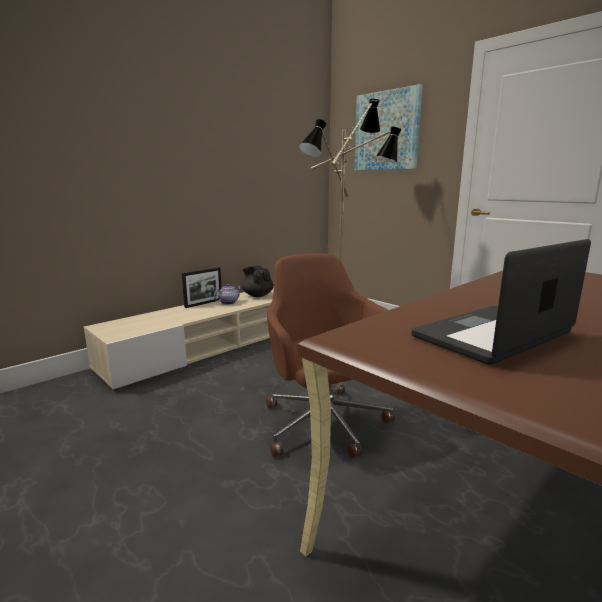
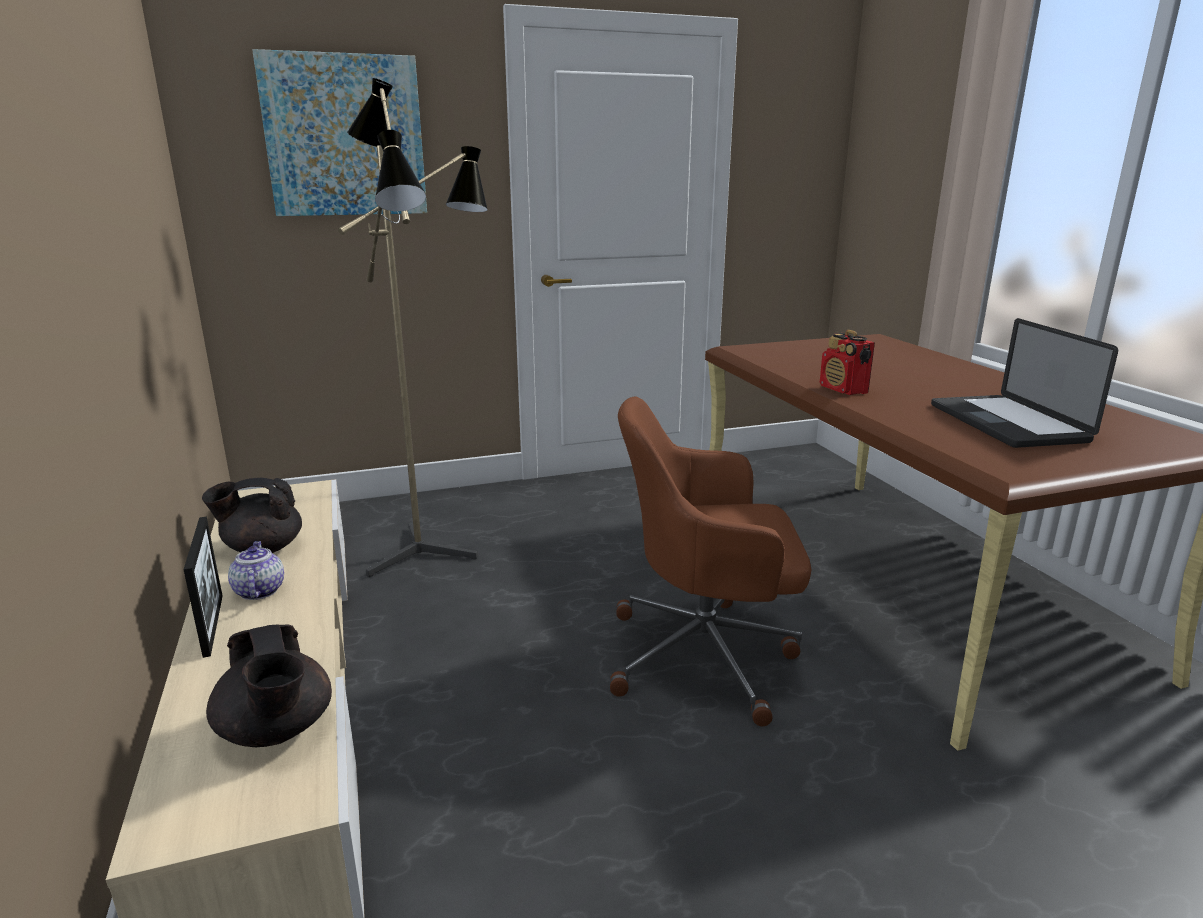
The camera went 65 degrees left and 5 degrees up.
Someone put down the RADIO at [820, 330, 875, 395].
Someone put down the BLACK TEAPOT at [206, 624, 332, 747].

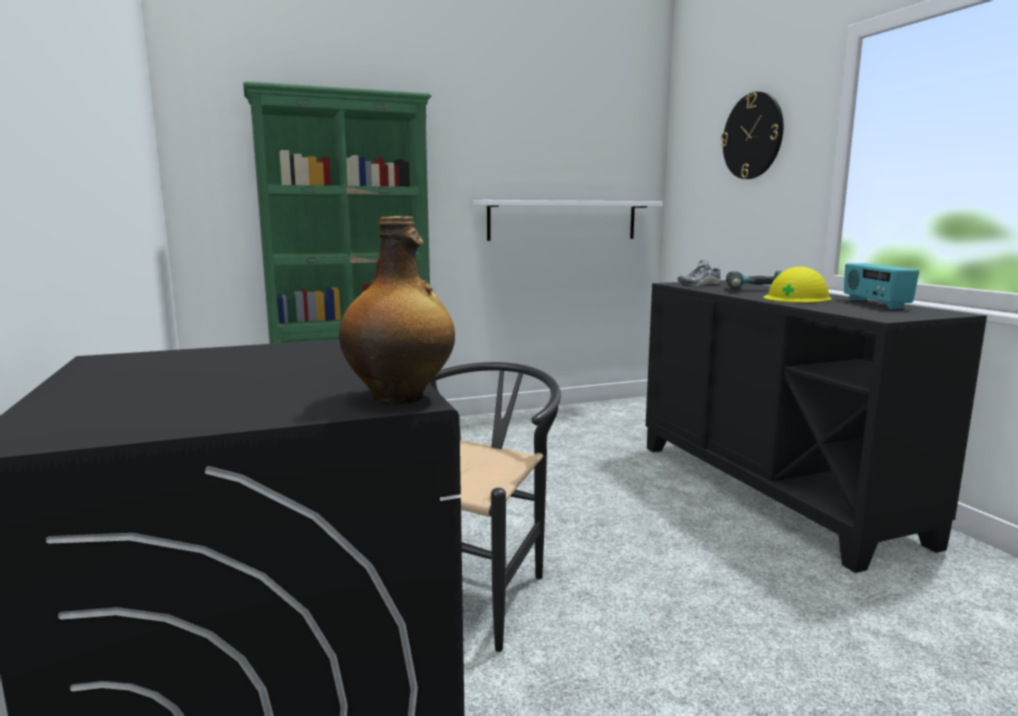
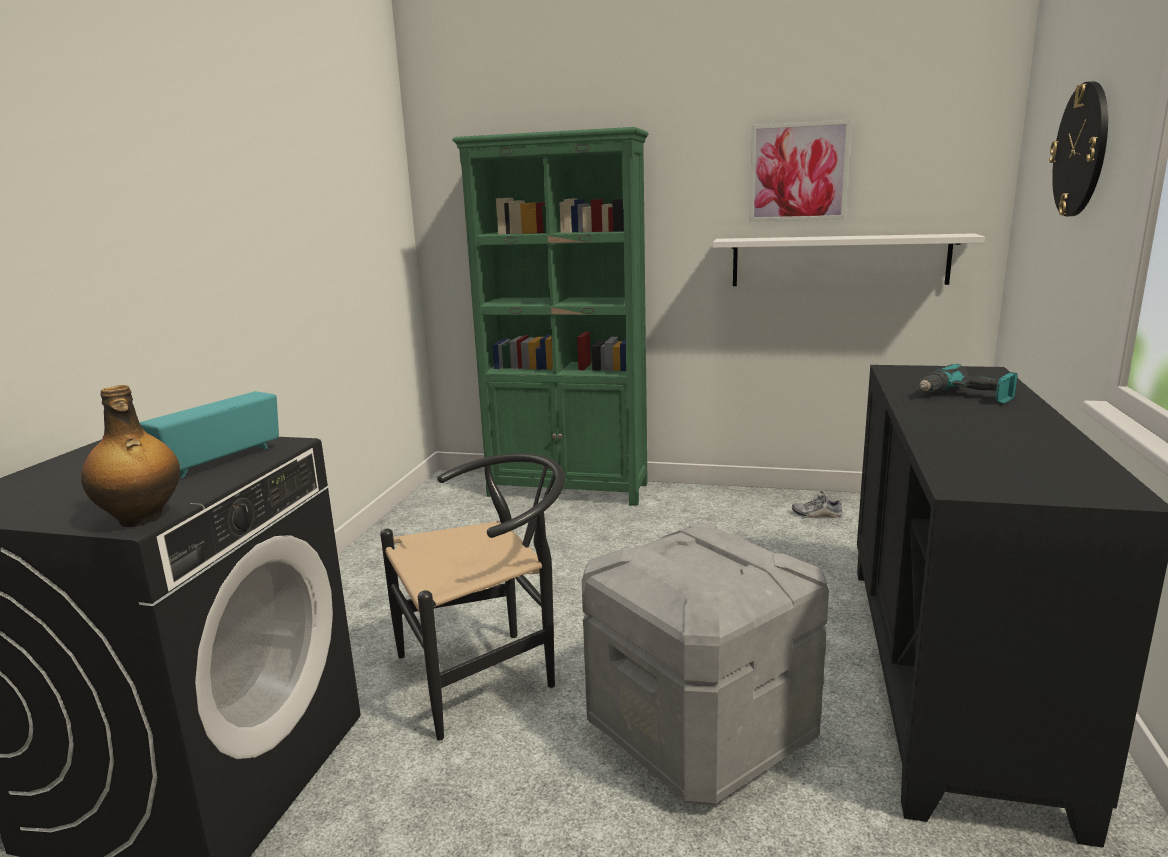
The camera went 35 degrees right and 5 degrees up.
Someone carried the SHOE from [677, 260, 721, 286] to [792, 491, 843, 518].
Someone carried the RADIO from [844, 263, 919, 309] to [139, 391, 279, 479].
Someone took away the YELLOW HARD HAT at [763, 267, 832, 303].
Someone put up the PICTURE at [749, 120, 851, 222].
Someone put down the GREY STORAGE BOX at [582, 523, 829, 805].

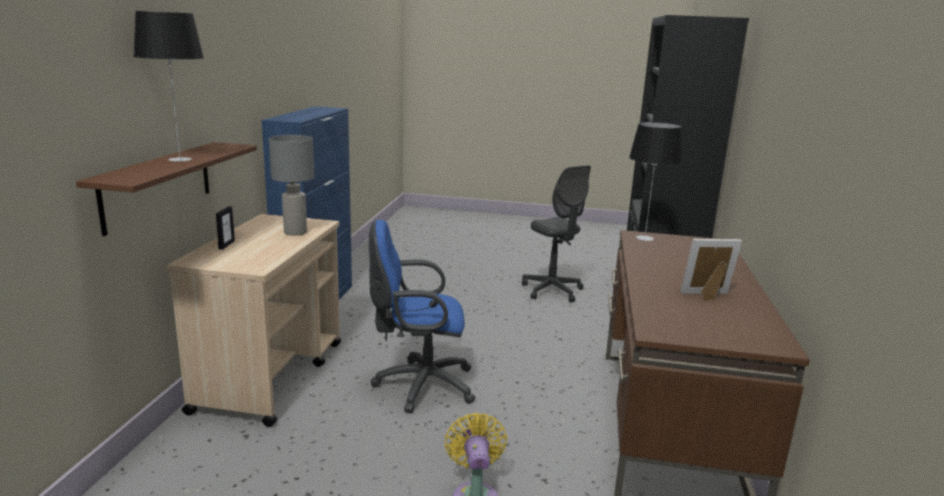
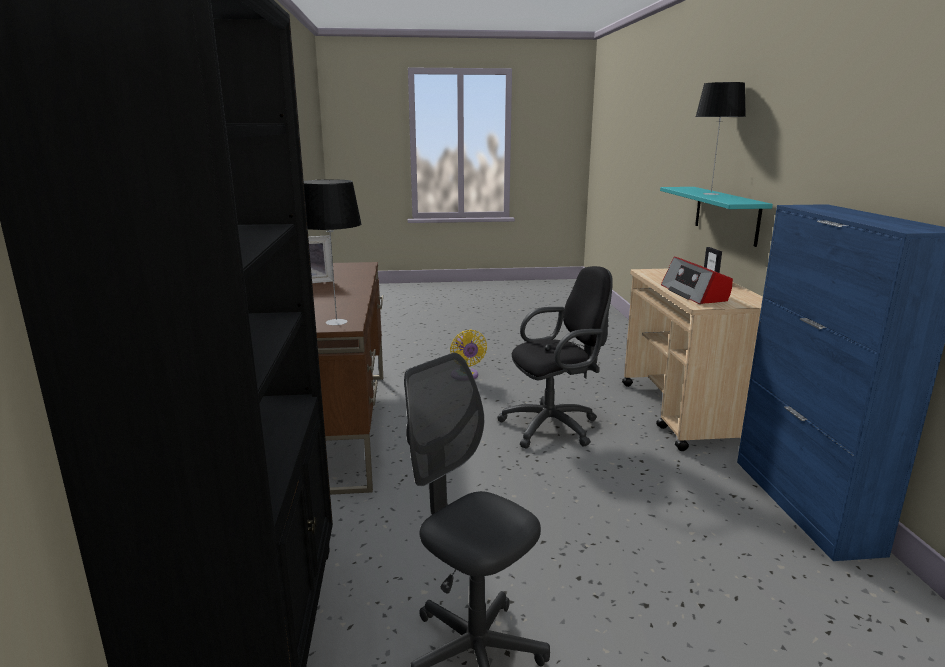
The camera went 165 degrees right and 0 degrees up.
Someone swapped the GREY TABLE LAMP at [269, 135, 314, 236] for the RADIO at [661, 257, 733, 304].
Someone repainted the BROWN SHELF at [76, 142, 257, 236], which became the TURQUOISE SHELF at [660, 187, 773, 247].
Someone repainted the BLUE OFFICE CHAIR at [369, 220, 475, 413], which became the BLACK OFFICE CHAIR at [497, 266, 613, 449].

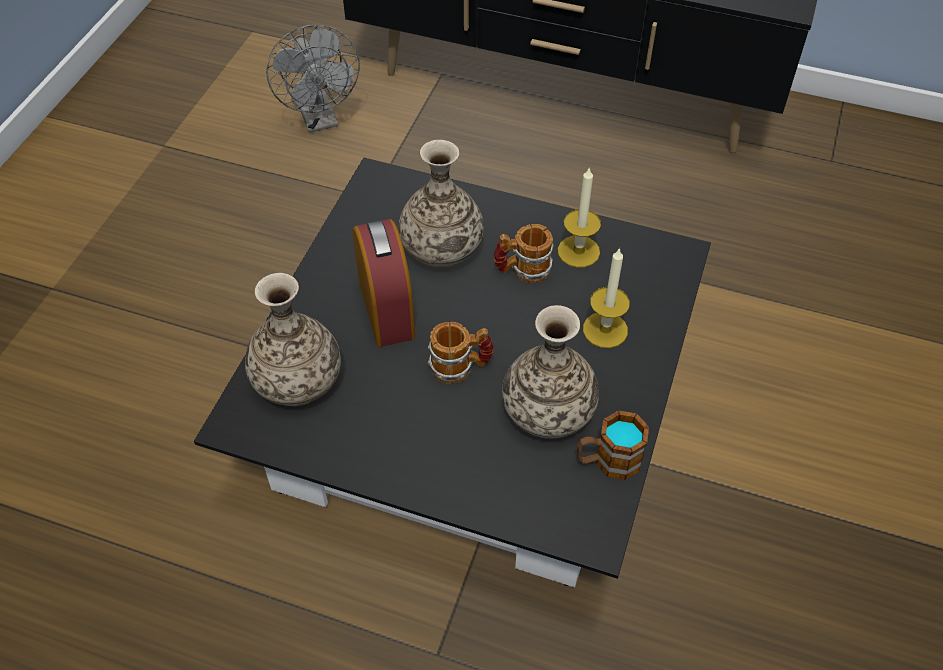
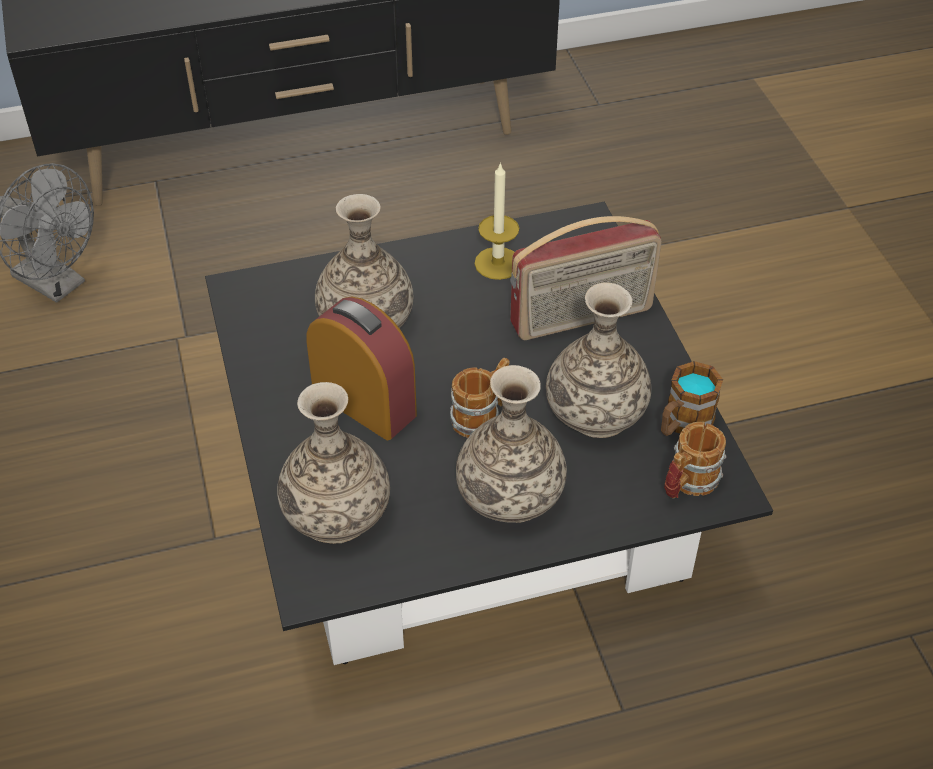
The camera went 35 degrees left and 5 degrees down.
Someone carried the MUG from [494, 224, 554, 283] to [664, 422, 726, 498].
Someone swapped the CANDLE at [583, 247, 630, 348] for the RADIO at [510, 216, 662, 340].
Someone put down the VASE at [456, 365, 567, 523].

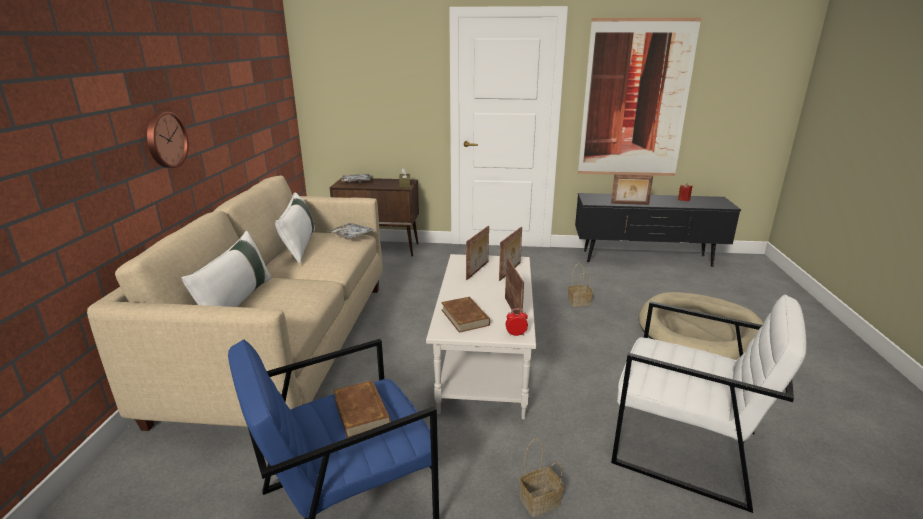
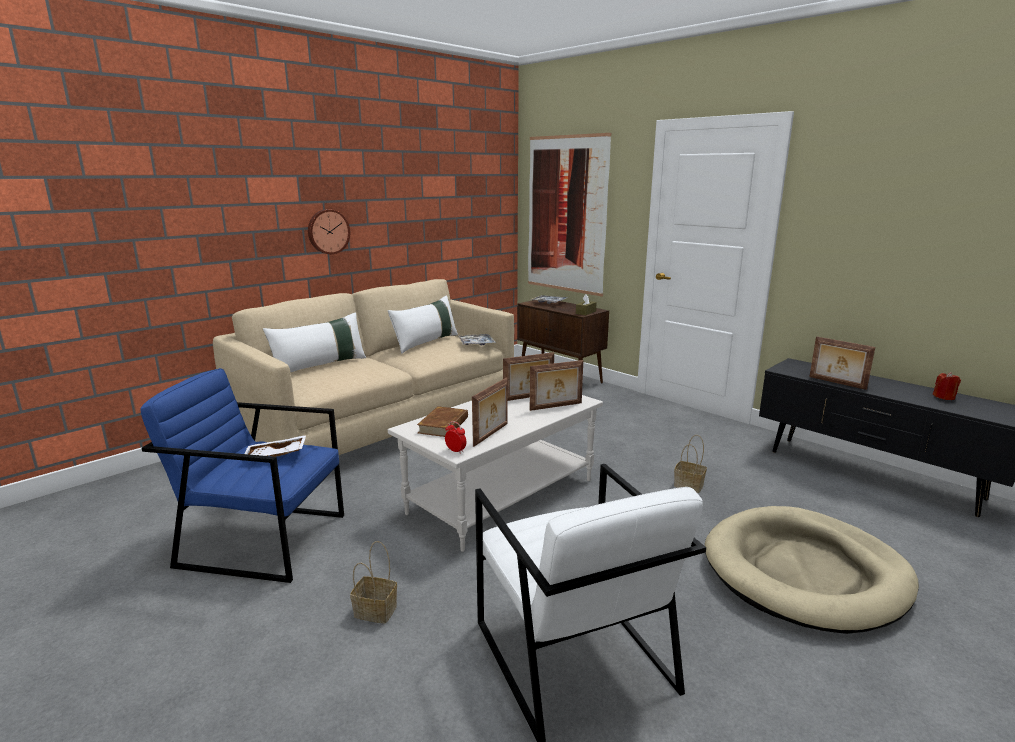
The camera went 40 degrees right and 5 degrees down.
Someone carried the PICTURE from [578, 18, 701, 176] to [528, 133, 611, 297].
Someone swapped the BROWN BOOK at [333, 380, 391, 438] for the WHITE TRAY at [244, 435, 307, 457].

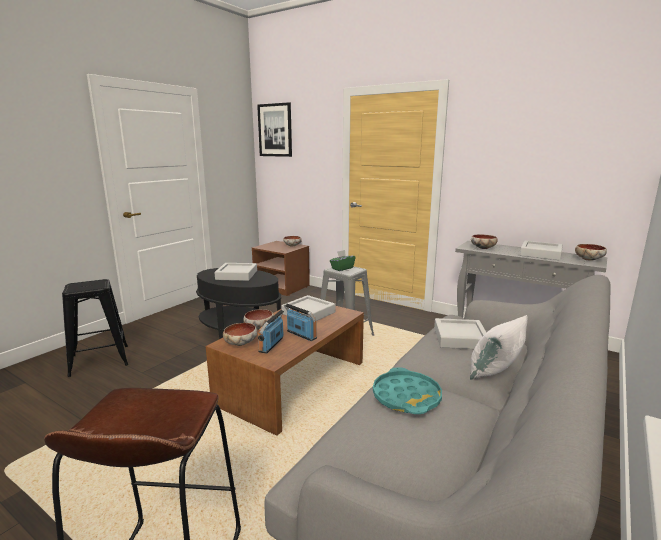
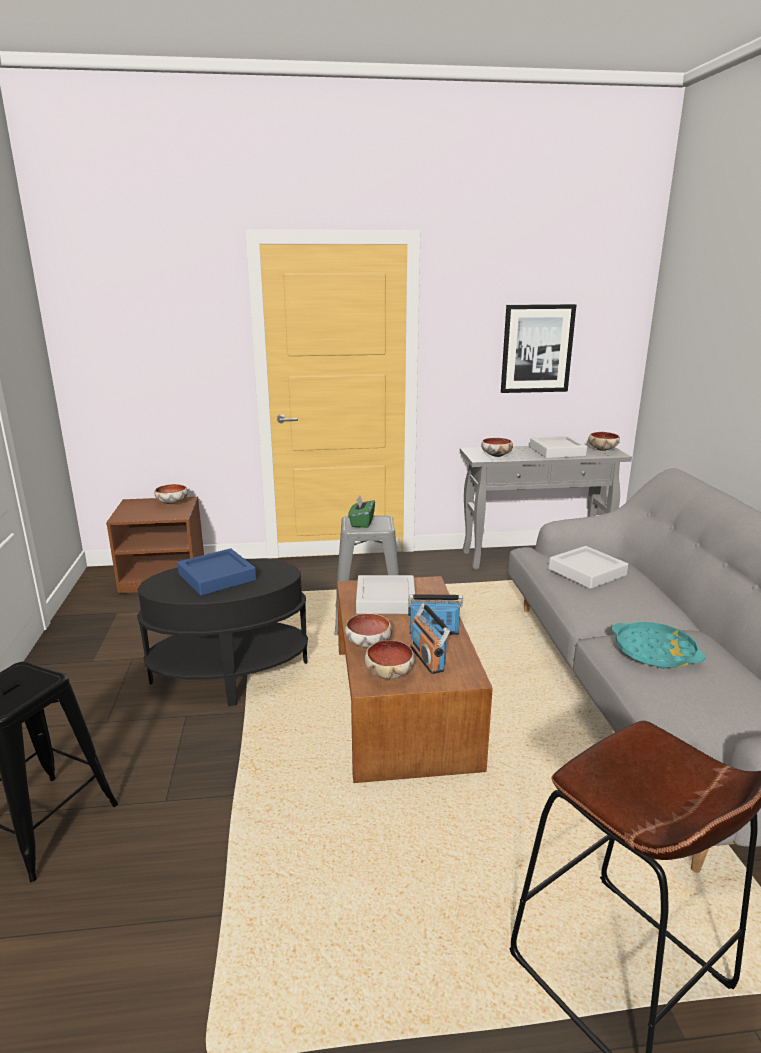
The camera went 40 degrees left and 5 degrees up.
Someone carried the PICTURE from [257, 102, 292, 157] to [501, 304, 576, 393].
Someone repainted the GREY TRAY at [214, 263, 257, 281], which became the BLUE TRAY at [177, 548, 256, 596].
Someone took away the WHITE PILLOW at [470, 315, 528, 380].

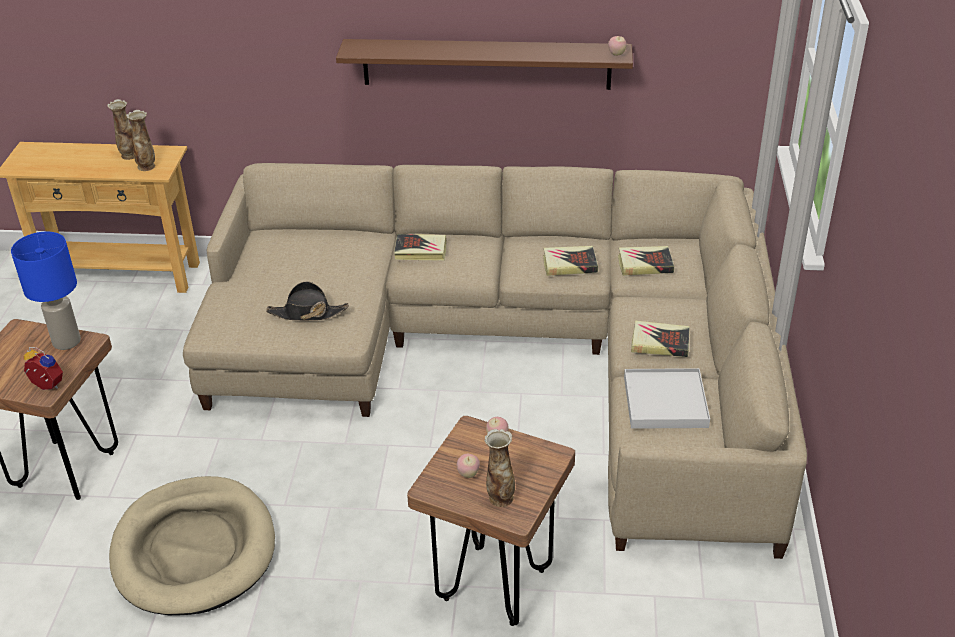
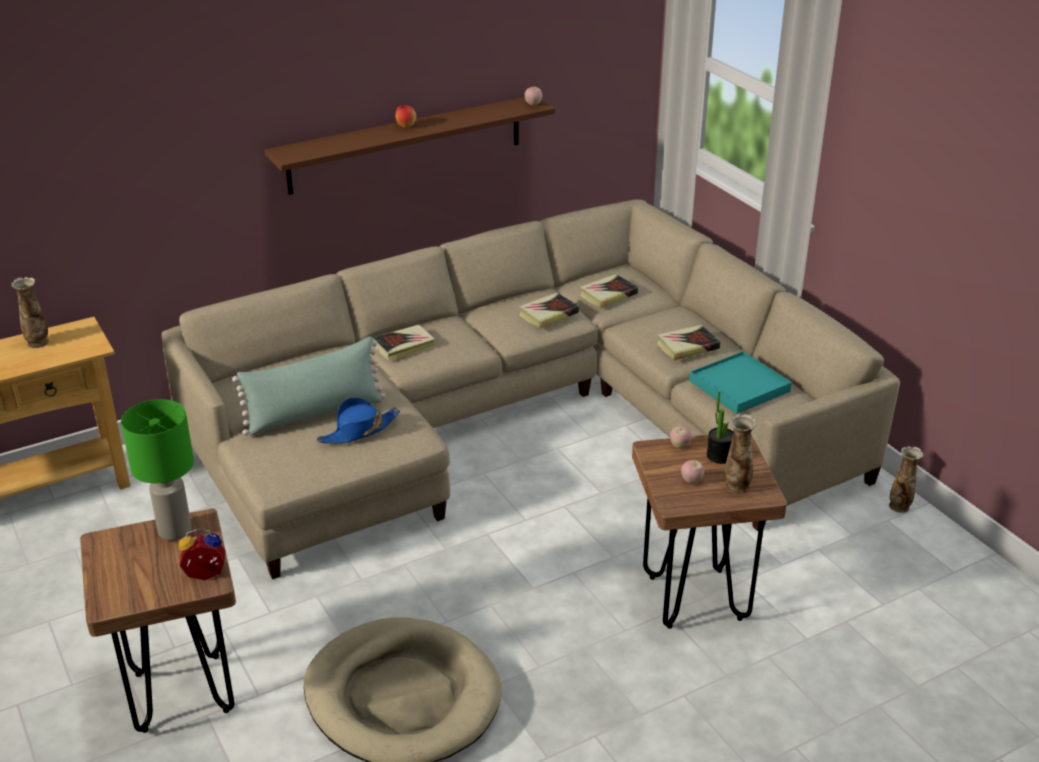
The camera went 35 degrees left and 5 degrees down.
Someone carried the VASE from [126, 110, 155, 171] to [889, 446, 923, 513].
Someone repainted the BLUE TABLE LAMP at [11, 232, 81, 350], which became the GREEN TABLE LAMP at [121, 399, 194, 541].
Someone repainted the BLACK HAT at [266, 281, 349, 321], which became the BLUE HAT at [317, 397, 400, 444].
Someone repainted the WHITE TRAY at [624, 368, 710, 429], which became the TURQUOISE TRAY at [689, 351, 792, 414].
Someone put down the APPLE at [395, 106, 416, 128].
Someone put down the GREEN PILLOW at [232, 337, 386, 436].
Someone put down the POTTED PLANT at [707, 391, 733, 464].

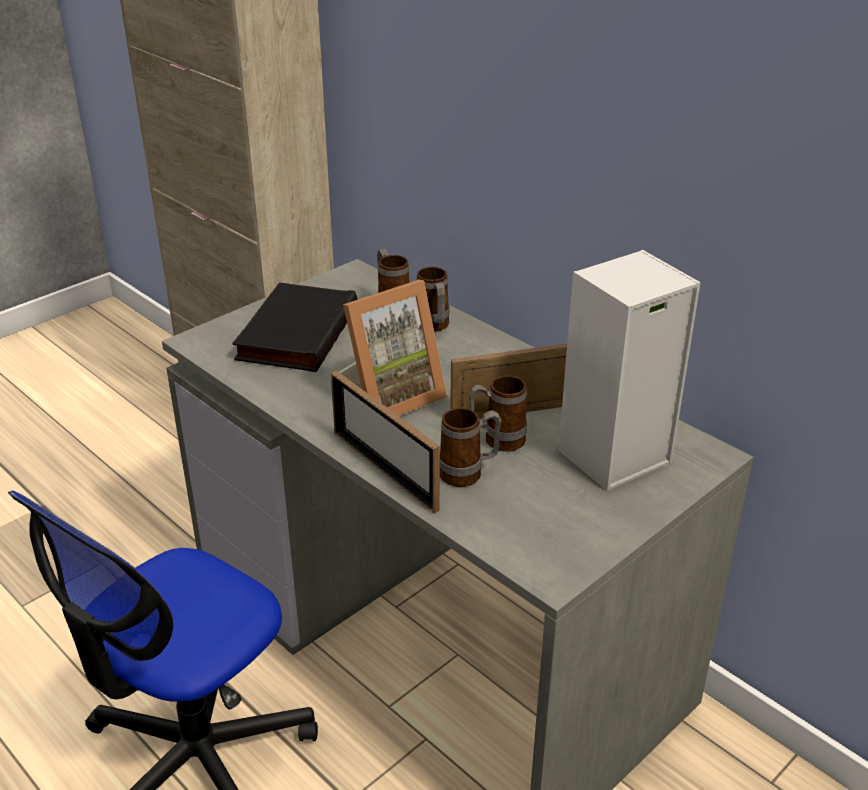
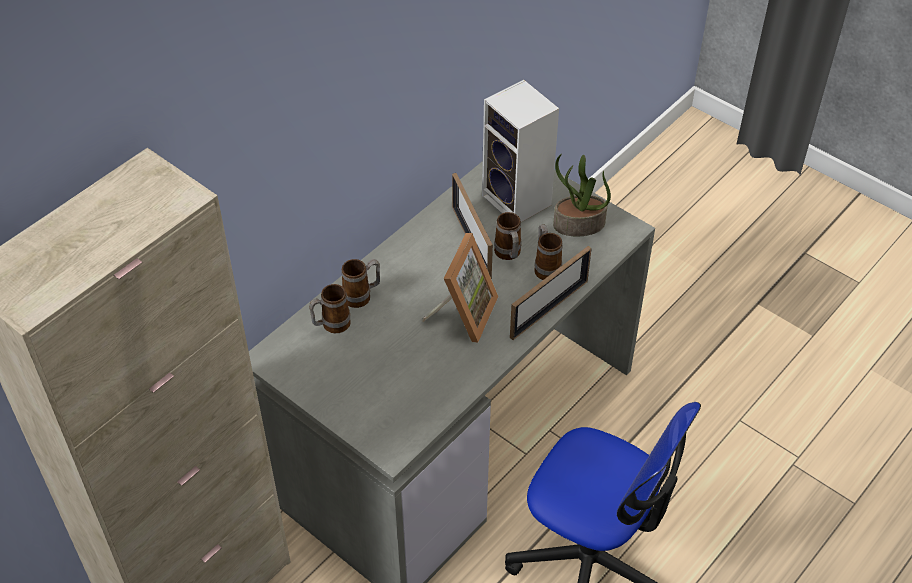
The camera went 95 degrees left and 15 degrees up.
Someone rotated the PICTURE FRAME at [339, 280, 447, 416] by 60 degrees clockwise.
Someone took away the BLACK BOOK at [232, 282, 357, 372].
Someone put down the POTTED PLANT at [553, 154, 611, 237].

